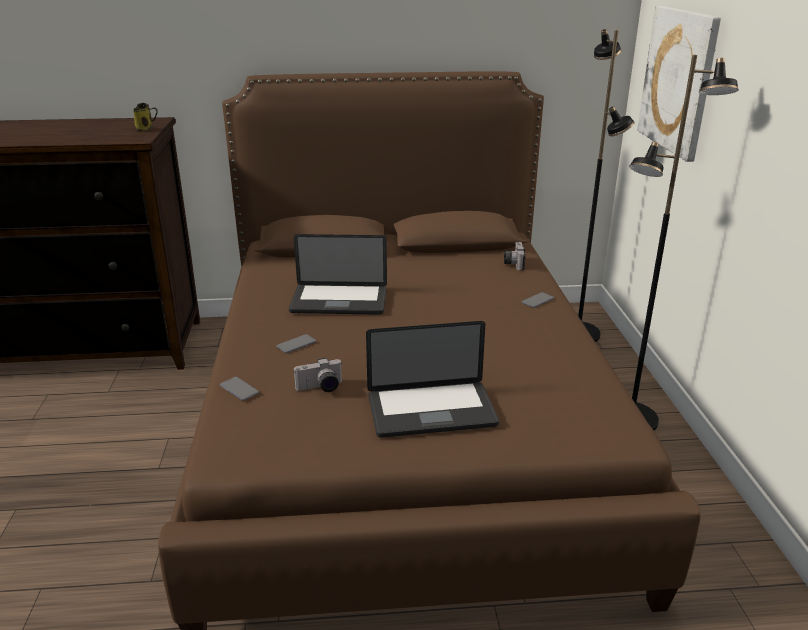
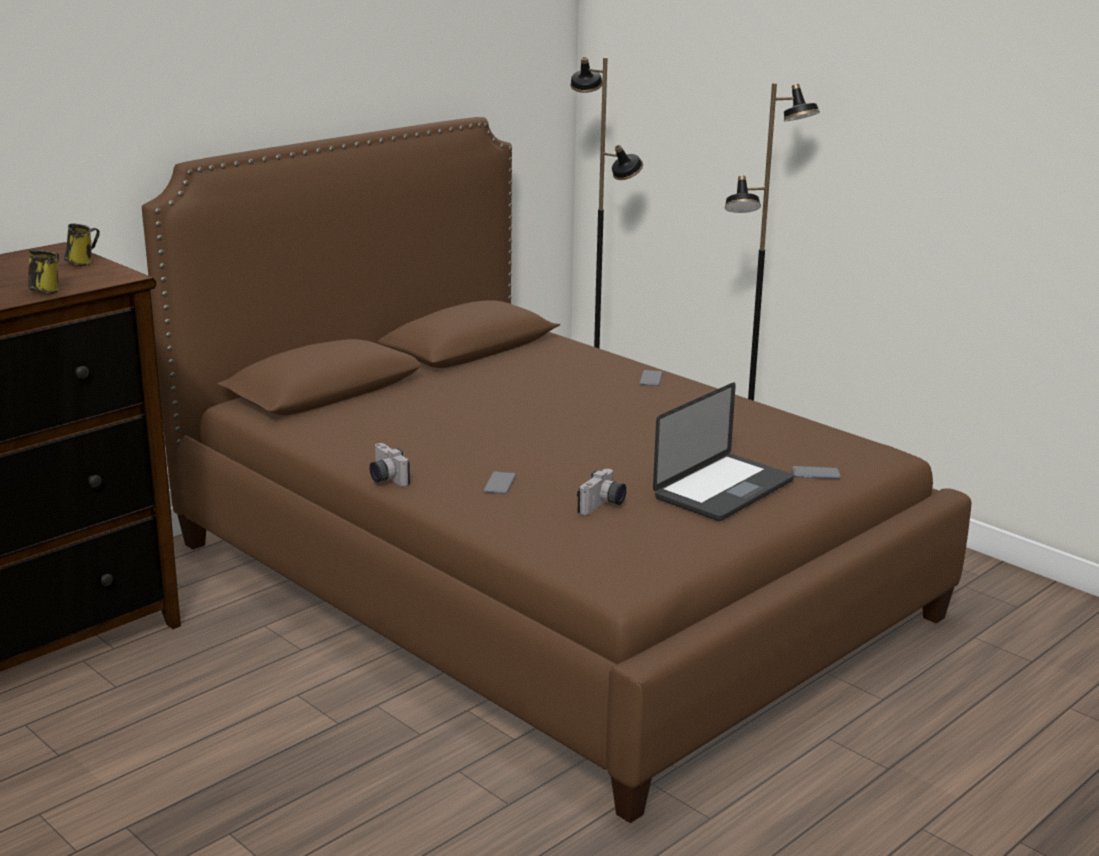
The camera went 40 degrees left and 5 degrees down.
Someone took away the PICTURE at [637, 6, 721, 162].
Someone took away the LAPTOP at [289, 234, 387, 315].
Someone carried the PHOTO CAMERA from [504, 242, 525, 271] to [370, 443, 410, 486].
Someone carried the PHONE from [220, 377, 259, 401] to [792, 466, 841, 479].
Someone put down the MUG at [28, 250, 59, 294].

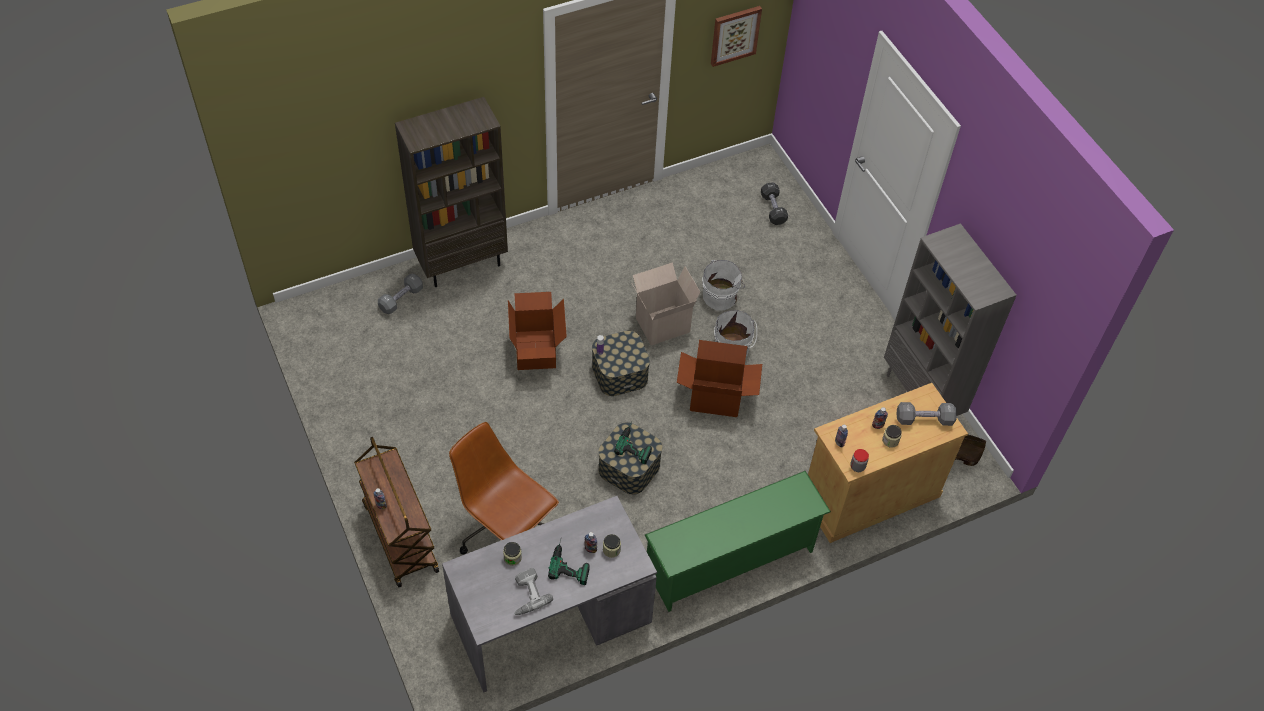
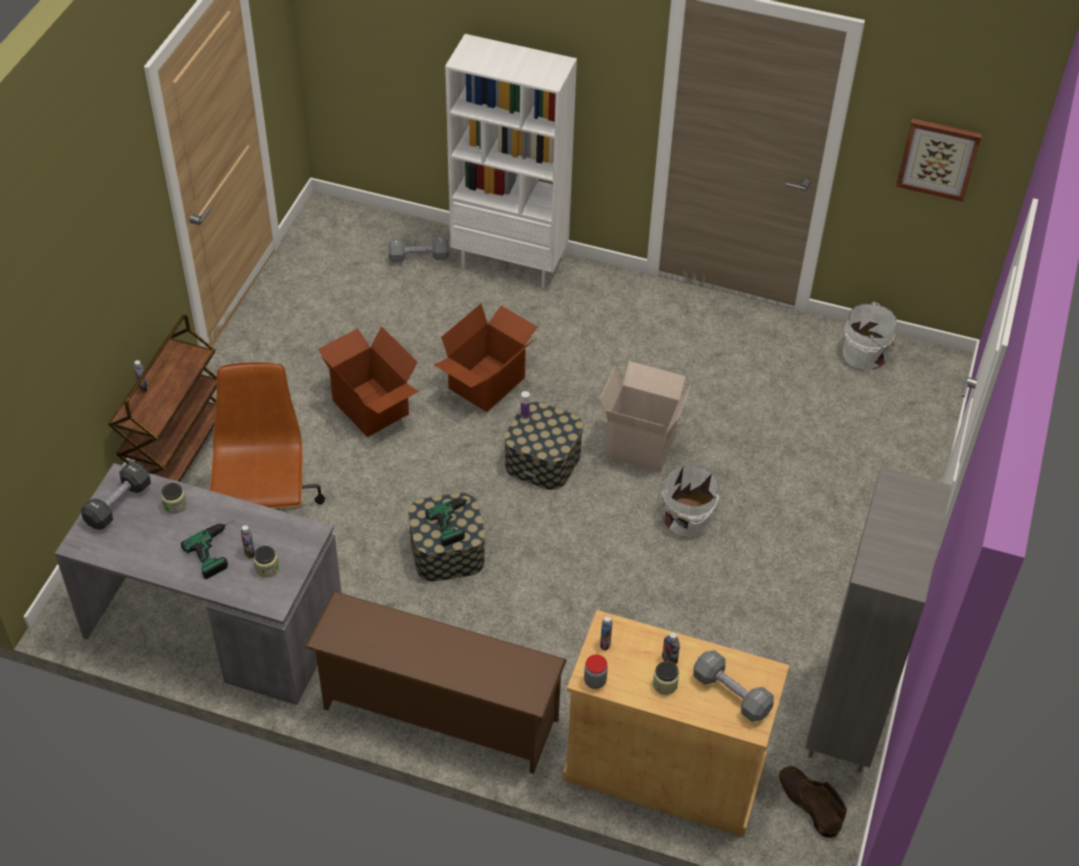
The camera went 45 degrees right and 5 degrees down.
Someone repainted the BROWN BOOKCASE at [395, 97, 508, 287], which became the WHITE BOOKCASE at [445, 34, 577, 288].
Someone carried the BLACK DUMBBELL from [761, 182, 788, 225] to [81, 462, 151, 530].
Someone carried the WHITE BUCKET from [702, 260, 745, 311] to [843, 302, 897, 370].
Someone carried the CARDBOARD BOX from [677, 340, 762, 417] to [318, 326, 419, 437].
Someone repainted the GREEN SHOE RACK at [645, 471, 831, 612], which became the BROWN SHOE RACK at [305, 591, 567, 774].
Someone took away the POWER DRILL at [514, 568, 553, 615].

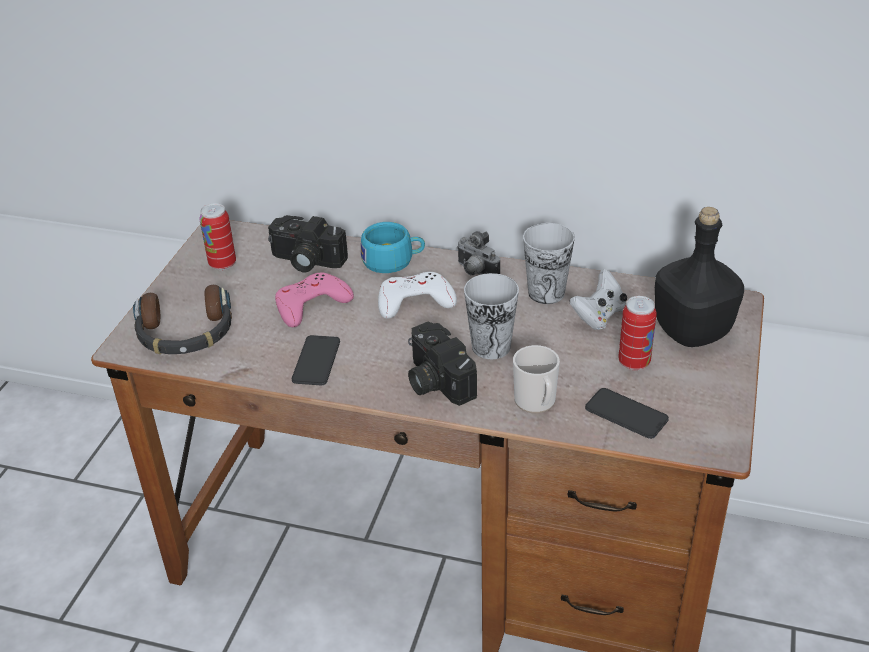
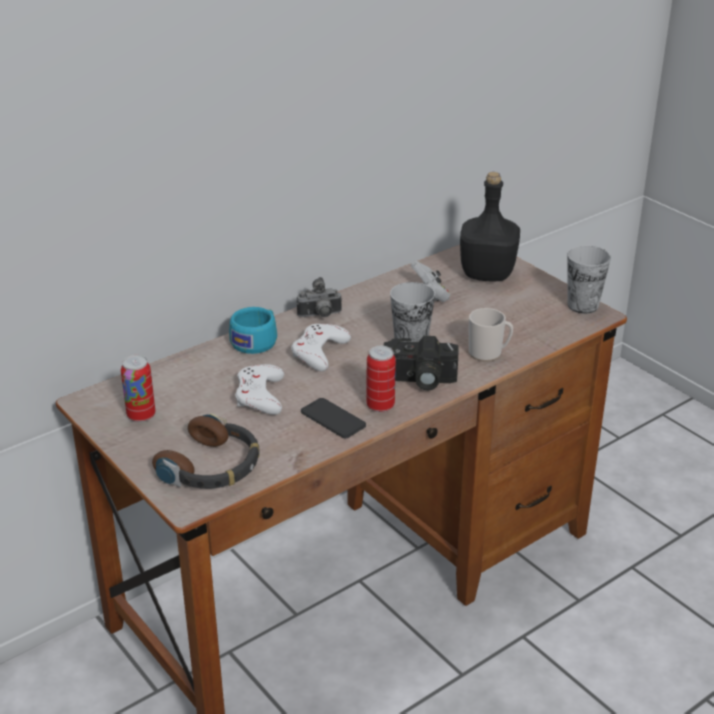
The camera went 55 degrees left and 5 degrees down.
Someone took away the PHOTO CAMERA at [268, 215, 348, 273].
Someone carried the CUP from [523, 223, 575, 304] to [567, 246, 611, 314].
Someone repainted the PINK GAME CONTROLLER at [275, 272, 354, 327], which became the WHITE GAME CONTROLLER at [235, 364, 284, 415].
Someone carried the CAN from [618, 296, 657, 370] to [366, 346, 396, 413].
Someone took away the PHONE at [585, 388, 669, 439].

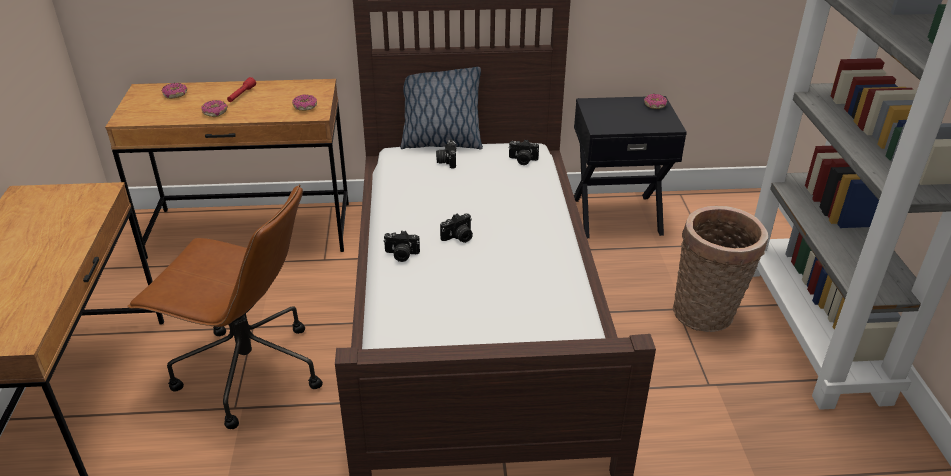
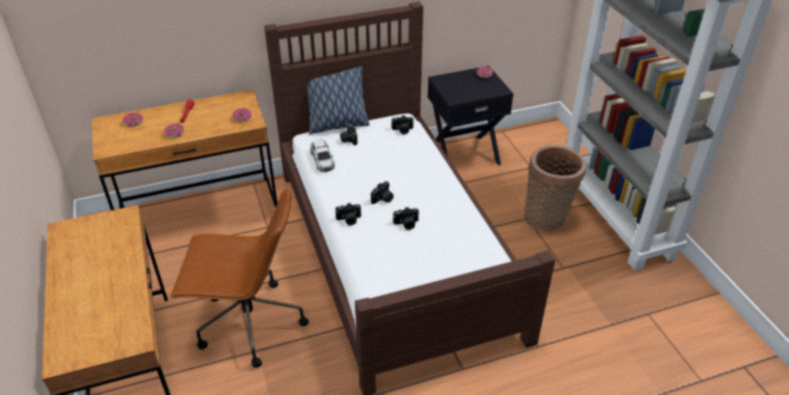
The camera went 15 degrees left and 5 degrees up.
Someone put down the TOY CAR at [310, 140, 335, 172].
Someone put down the PHOTO CAMERA at [393, 207, 419, 230].

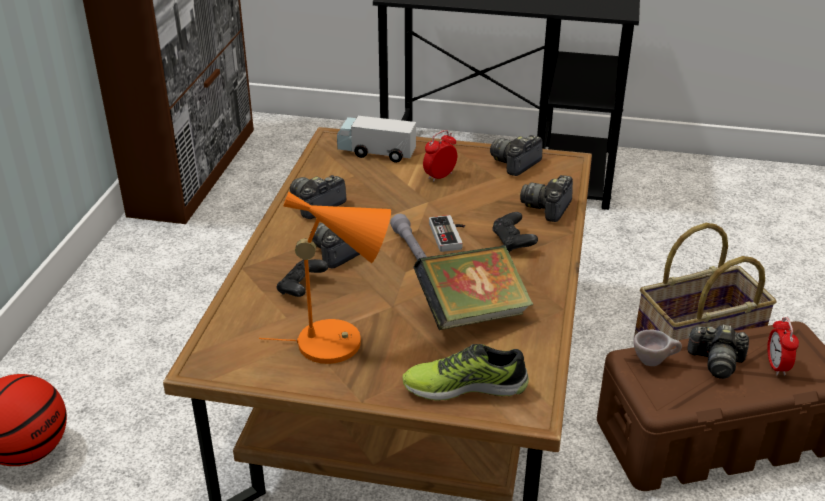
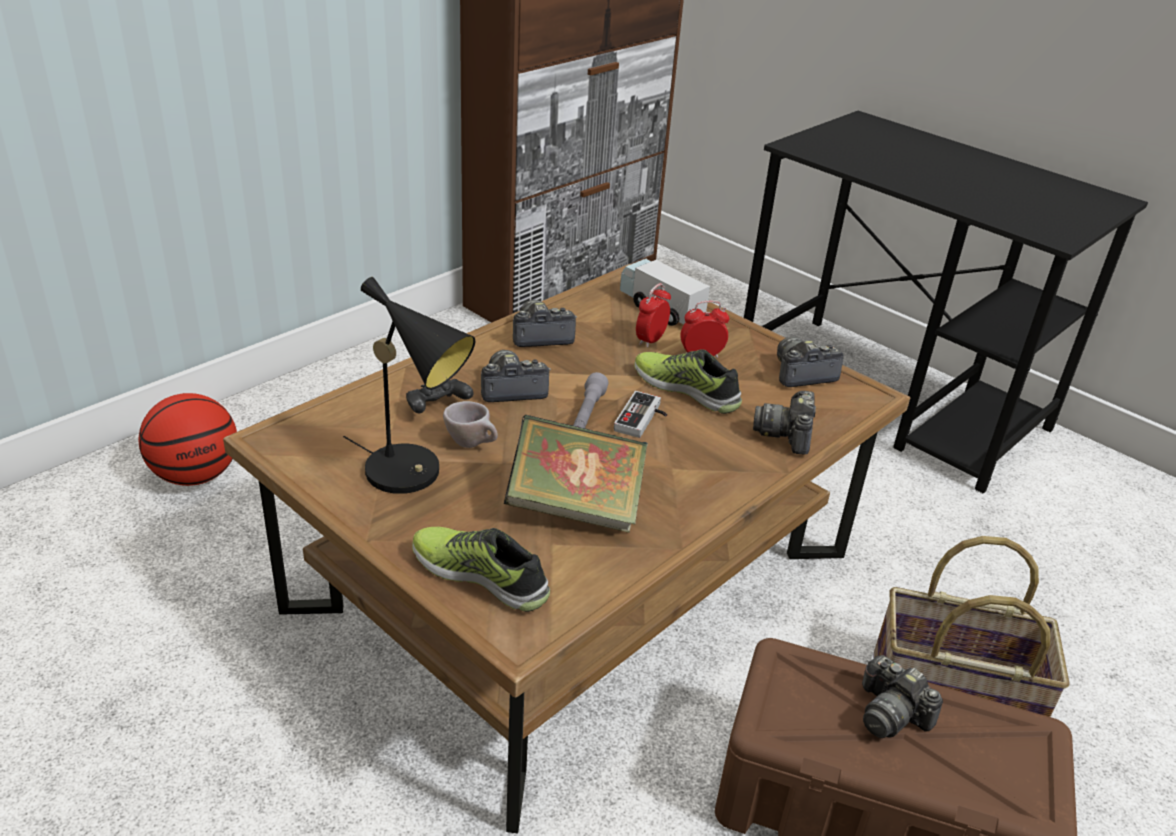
The camera went 30 degrees right and 0 degrees up.
Someone rotated the PHOTO CAMERA at [520, 175, 573, 222] by 45 degrees counterclockwise.
Someone repainted the ORANGE TABLE LAMP at [259, 192, 391, 364], which became the BLACK TABLE LAMP at [343, 277, 475, 494].
Someone took away the BLACK GAME CONTROLLER at [492, 212, 538, 253].
Someone carried the ALARM CLOCK from [767, 317, 799, 376] to [636, 283, 671, 348].
Someone carried the BEIGE CUP from [634, 329, 682, 366] to [443, 401, 498, 448].
Someone put down the SHOE at [634, 350, 742, 414].

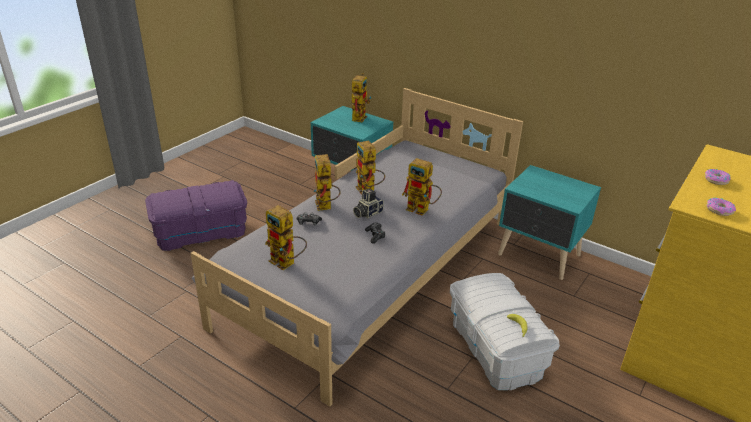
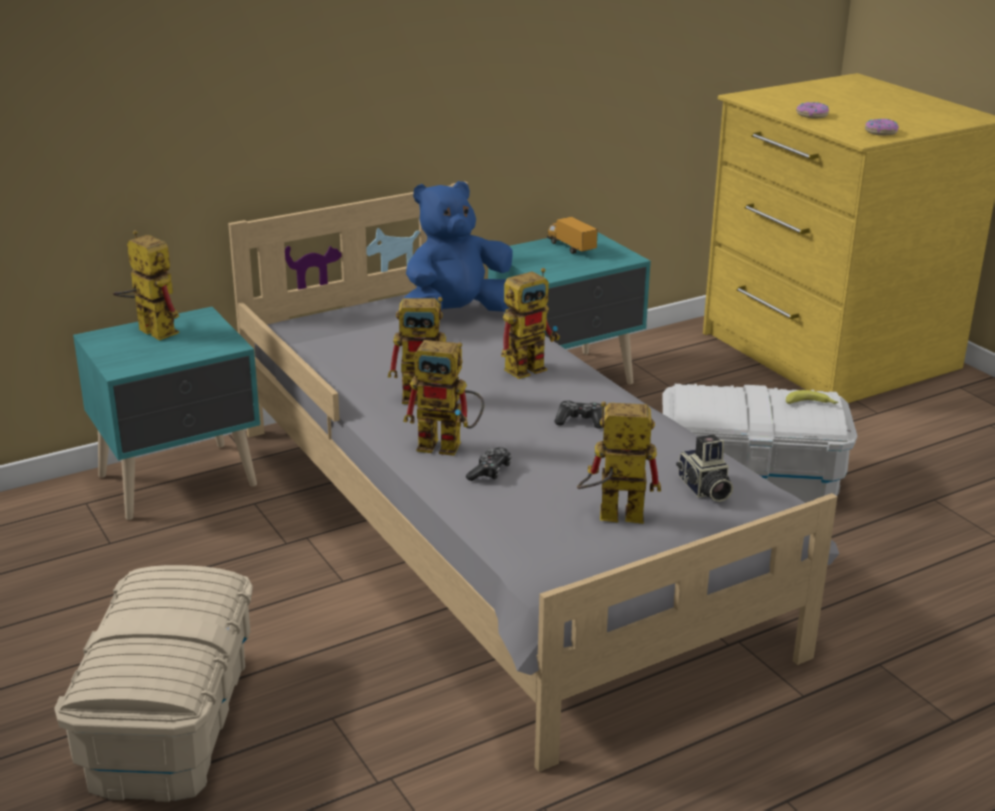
The camera went 65 degrees left and 5 degrees down.
Someone repainted the PURPLE STORAGE BOX at [145, 180, 247, 251], which became the BEIGE STORAGE BOX at [54, 565, 253, 802].
Someone carried the PHOTO CAMERA from [353, 188, 384, 218] to [676, 434, 733, 502].
Someone rotated the TOY ROBOT at [265, 205, 307, 270] by 150 degrees counterclockwise.
Someone put down the BLUE PLUSH TOY at [404, 181, 512, 312].
Someone put down the TOY TRUCK at [547, 216, 598, 254].

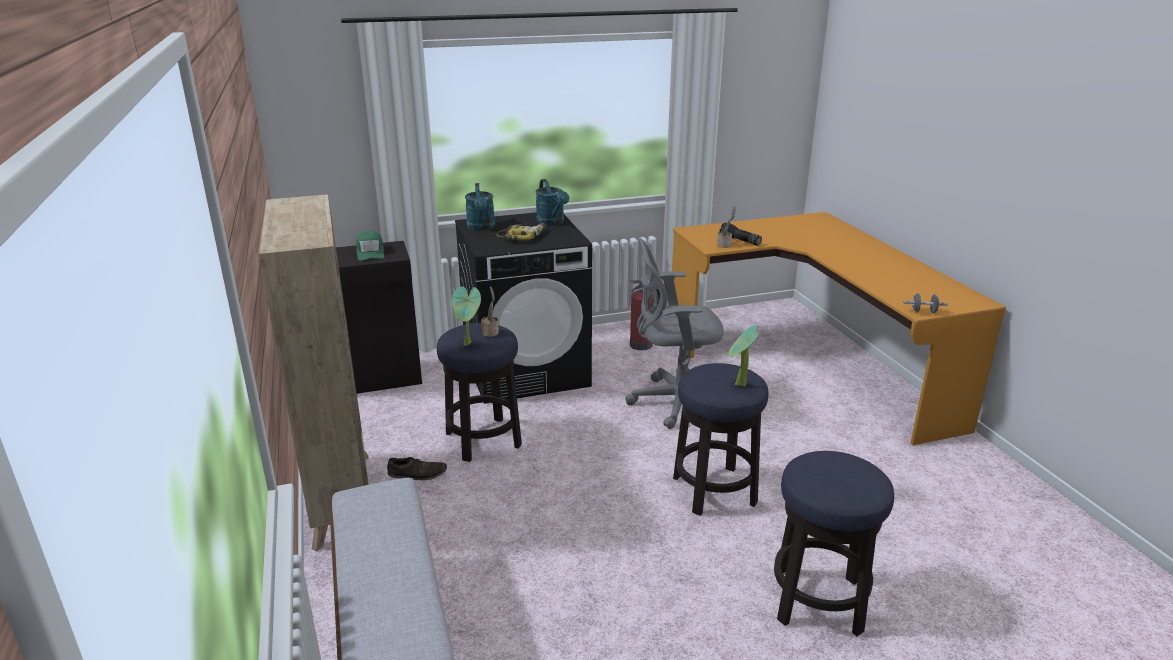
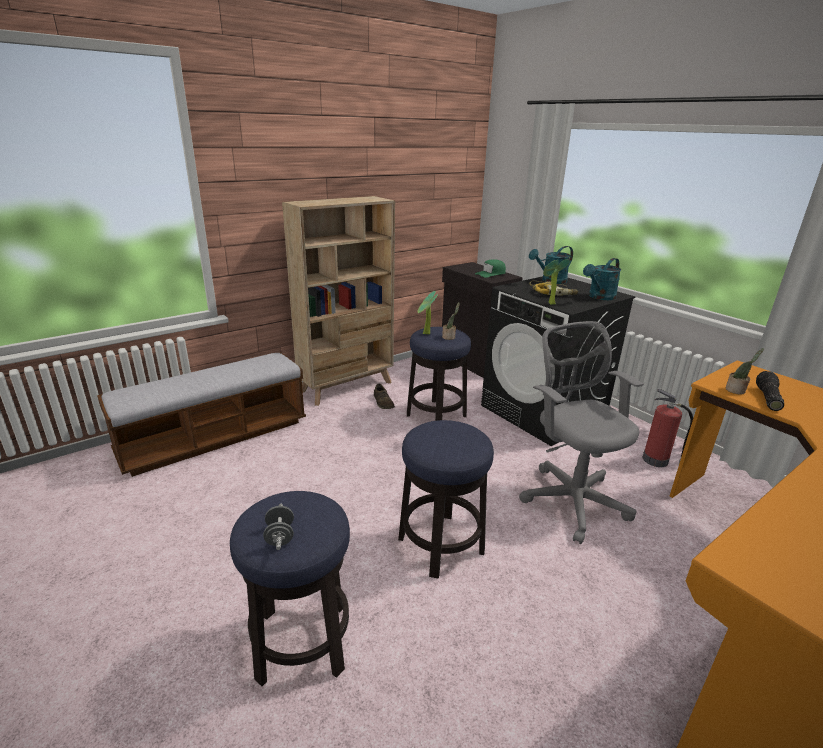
The camera went 70 degrees right and 0 degrees up.
Someone carried the GREY DUMBBELL from [904, 293, 948, 313] to [263, 504, 294, 550].
Someone carried the POTTED PLANT from [728, 325, 760, 386] to [543, 259, 570, 305].

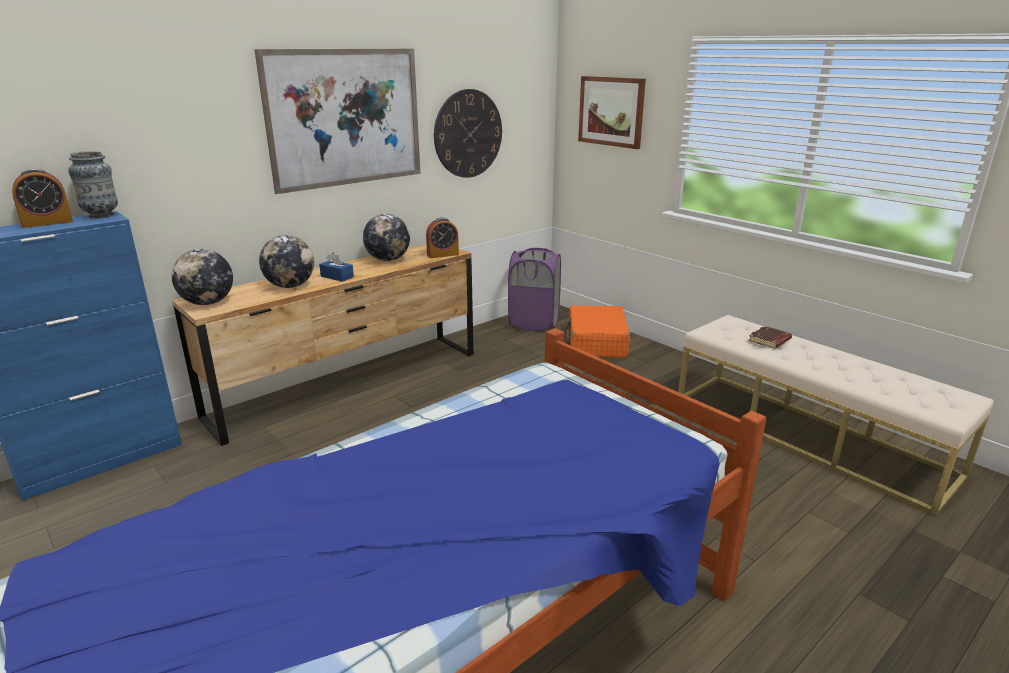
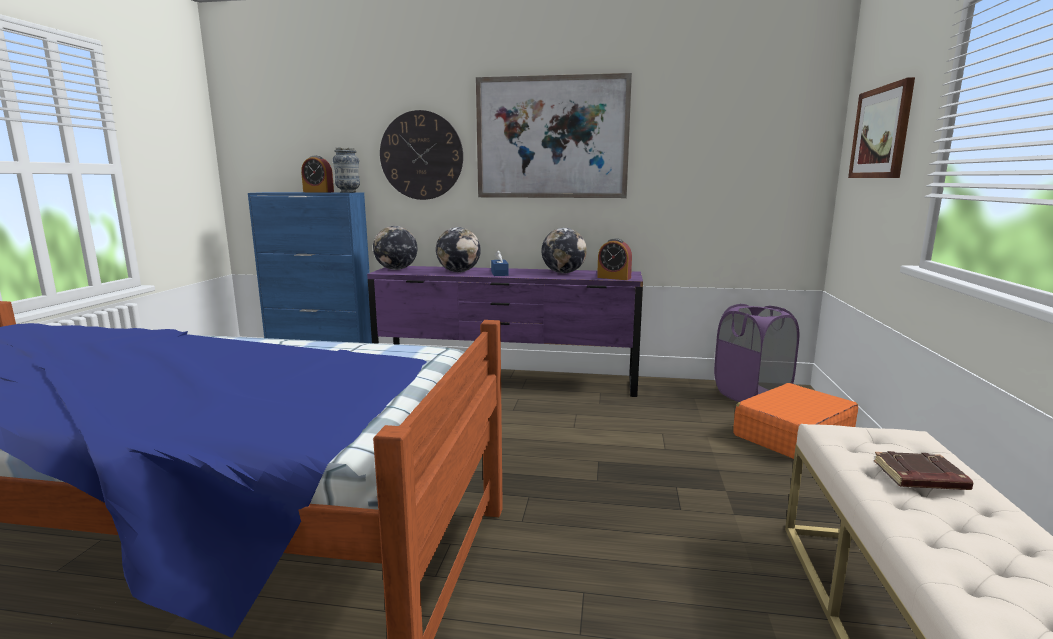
The camera went 50 degrees right and 10 degrees down.
Someone carried the WALL CLOCK from [434, 89, 502, 178] to [380, 110, 463, 200].
Someone repainted the BROWN DRESSER at [172, 244, 474, 446], which became the PURPLE DRESSER at [367, 266, 643, 397].

